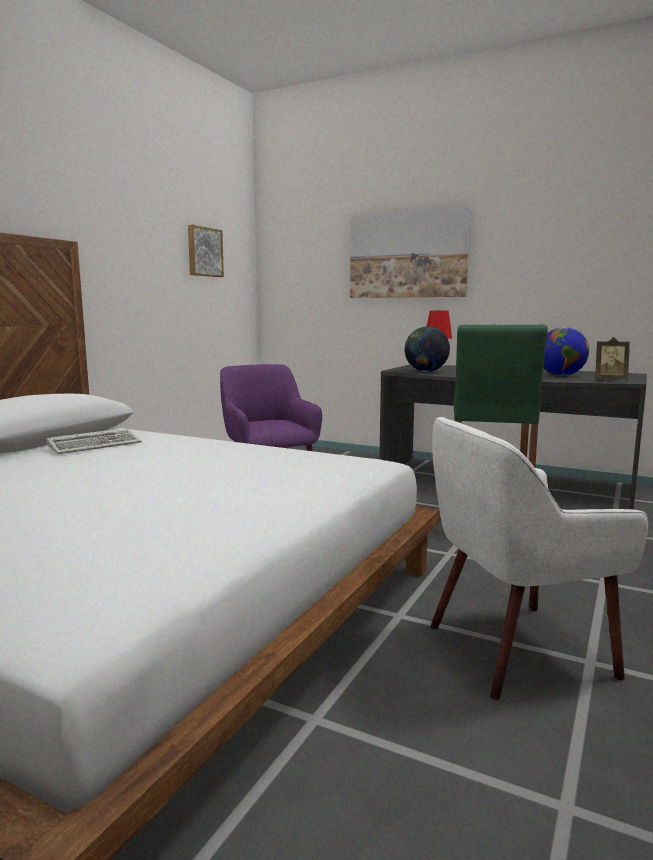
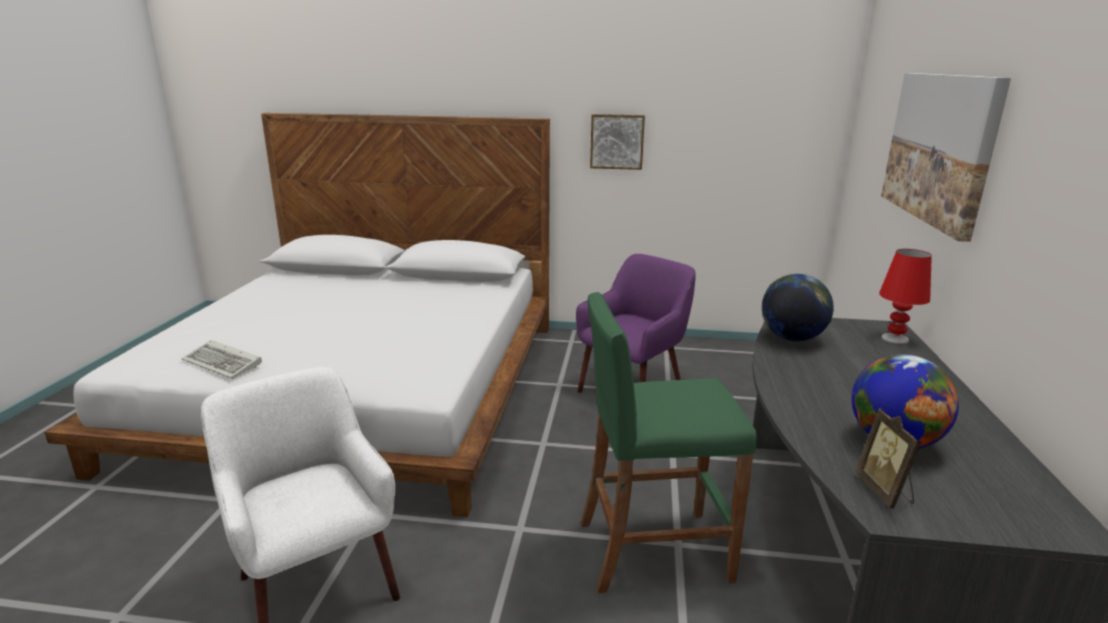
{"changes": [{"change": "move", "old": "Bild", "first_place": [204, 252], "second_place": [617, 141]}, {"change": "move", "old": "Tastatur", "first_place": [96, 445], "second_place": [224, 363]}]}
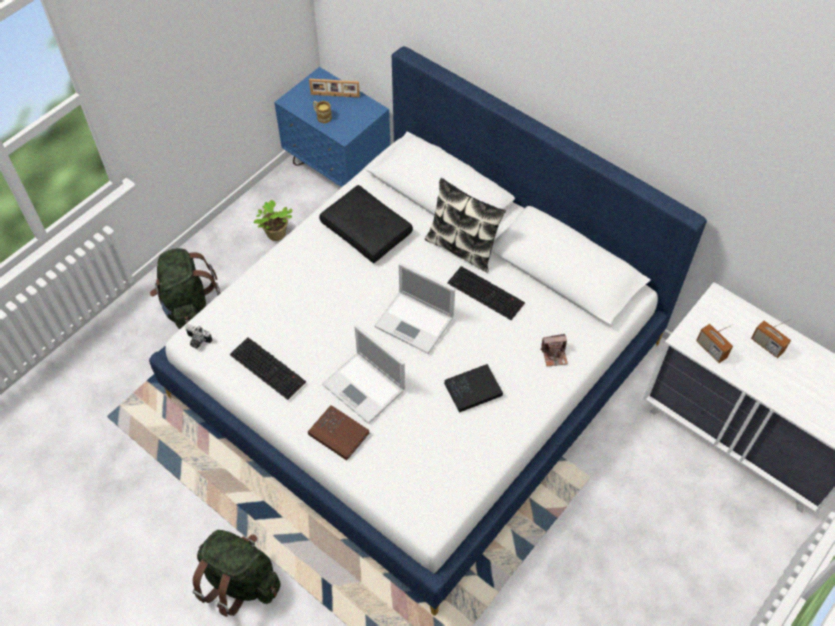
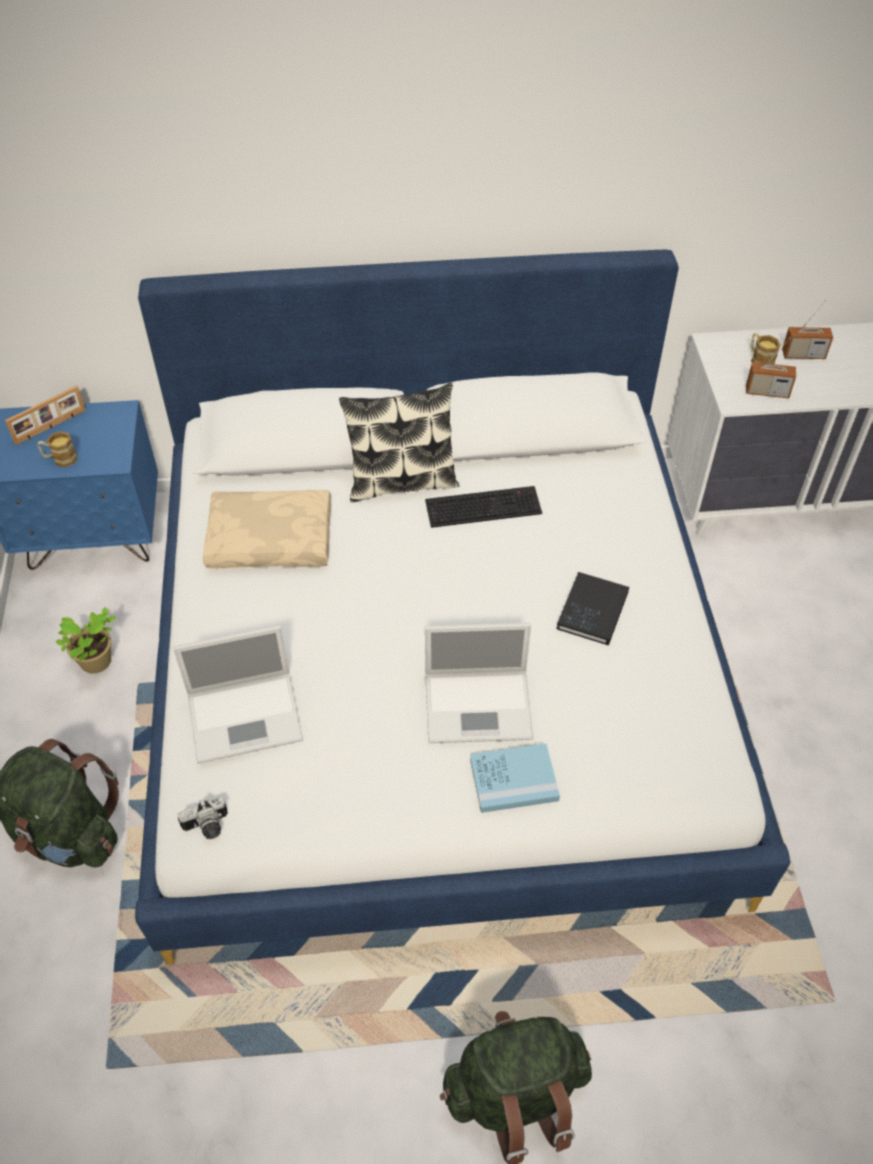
{"changes": [{"change": "recolor", "old": "Kissen (schwarz)", "new": "Kissen (beige)", "first_place": [367, 230], "second_place": [271, 538]}, {"change": "move", "old": "Laptop", "first_place": [415, 322], "second_place": [247, 716]}, {"change": "delete", "old": "Kamera", "first_place": [554, 355]}, {"change": "delete", "old": "Tastatur", "first_place": [269, 368]}, {"change": "recolor", "old": "Buch (braun)", "new": "Buch (blau)", "first_place": [338, 433], "second_place": [513, 780]}, {"change": "insert", "new": "Henkelbecher", "second_place": [759, 360]}]}
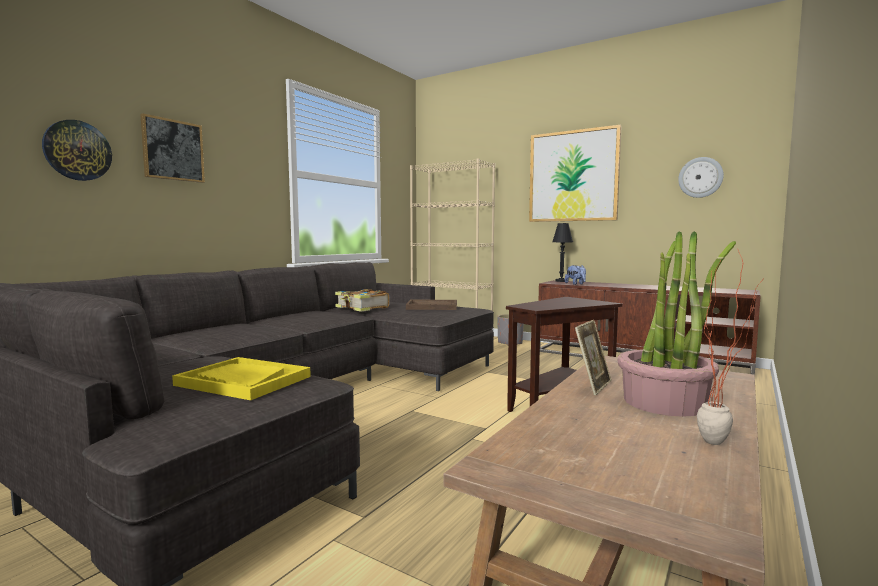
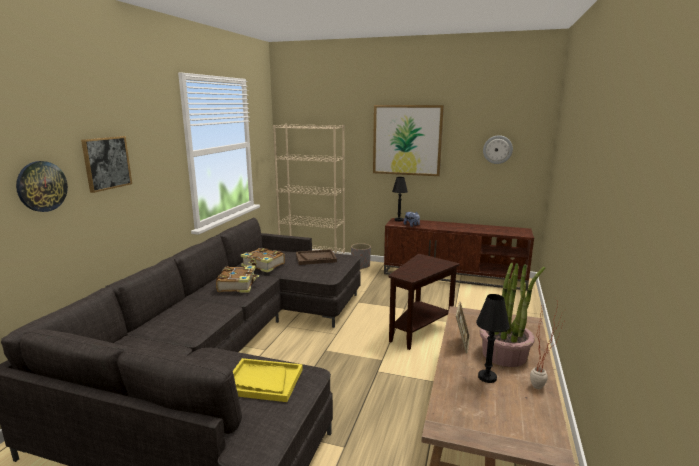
{"changes": [{"change": "insert", "new": "Buch", "second_place": [238, 285]}, {"change": "insert", "new": "Tischlampe (schwarz)", "second_place": [487, 377]}]}
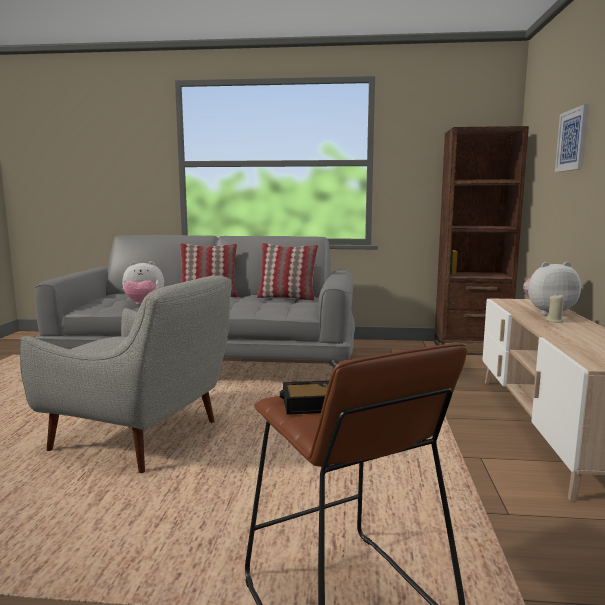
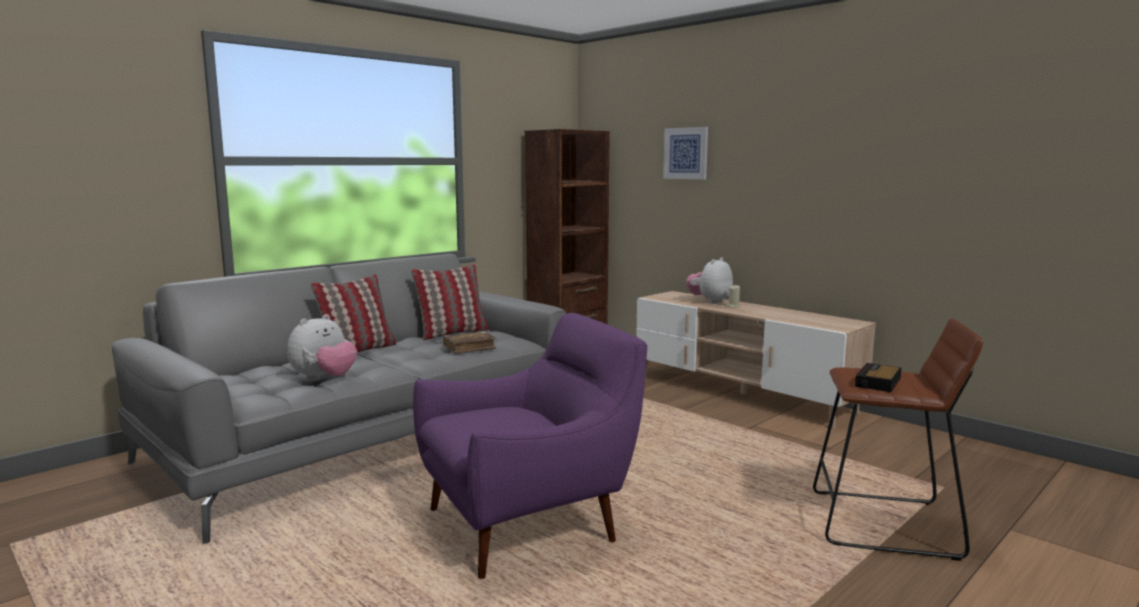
{"changes": [{"change": "recolor", "old": "Sessel (grau)", "new": "Sessel (lila)", "first_place": [142, 437], "second_place": [529, 523]}, {"change": "insert", "new": "Buch (braun)", "second_place": [469, 348]}]}
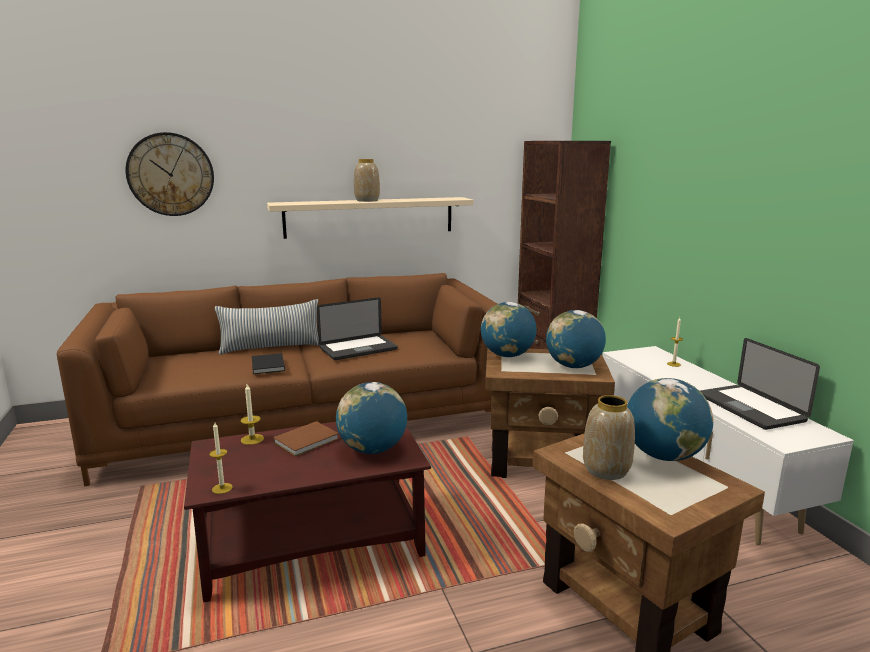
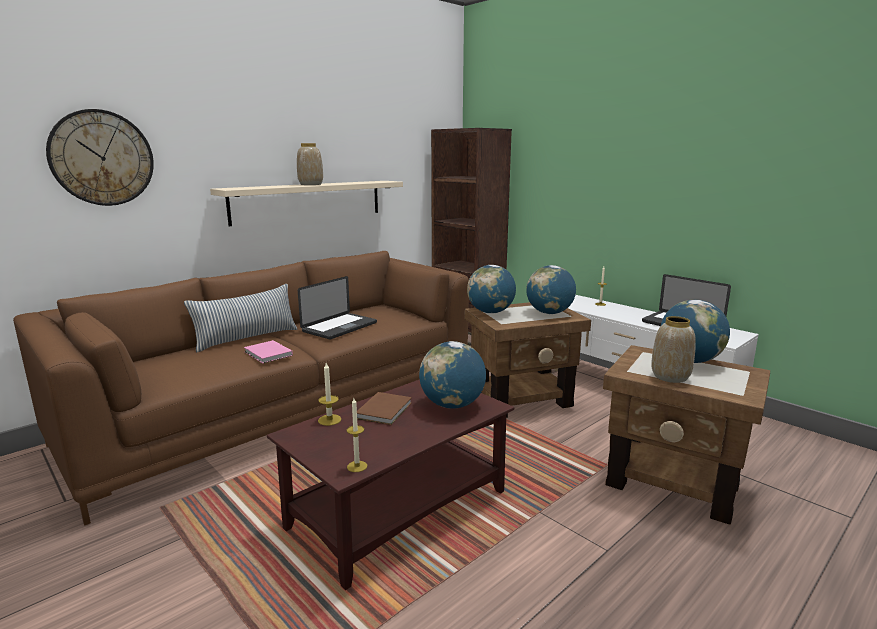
{"changes": [{"change": "recolor", "old": "Buch (schwarz)", "new": "Buch (rosa)", "first_place": [267, 366], "second_place": [268, 354]}]}
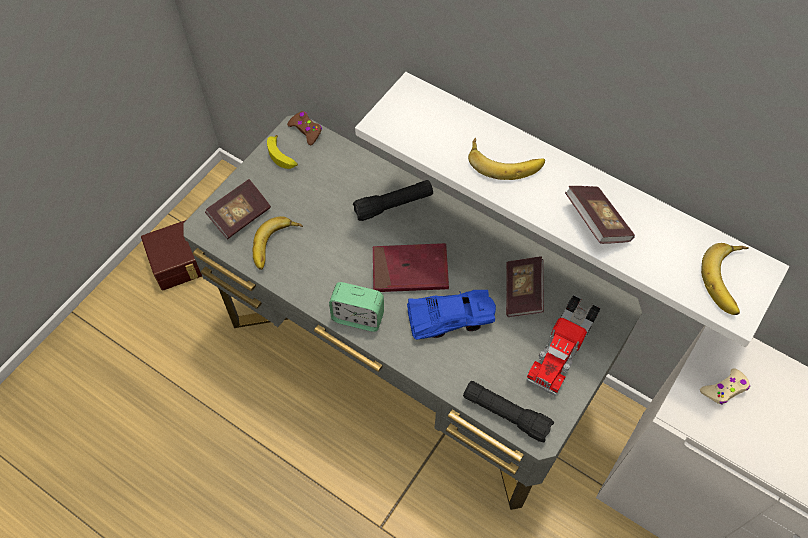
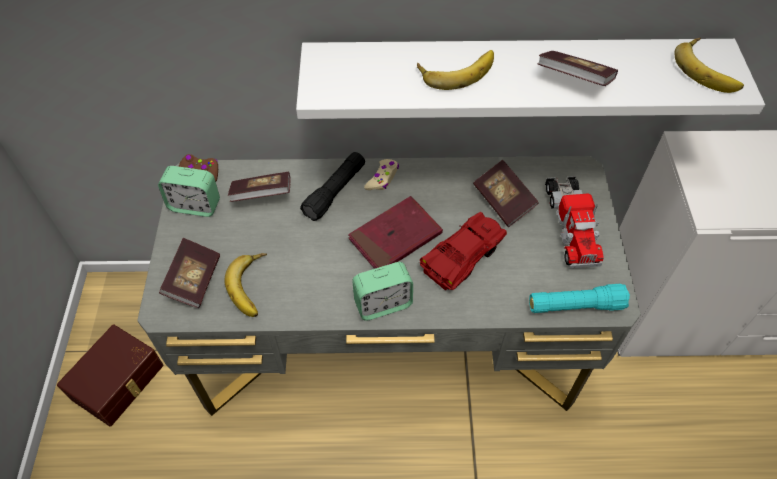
{"changes": [{"change": "replace", "old": "Banane", "new": "Wecker", "first_place": [282, 156], "second_place": [195, 205]}, {"change": "recolor", "old": "Spielzeugauto (blau)", "new": "Spielzeugauto (rot)", "first_place": [451, 319], "second_place": [464, 256]}, {"change": "move", "old": "Gamepad (beige)", "first_place": [724, 389], "second_place": [382, 178]}, {"change": "recolor", "old": "Taschenlampe (schwarz)", "new": "Taschenlampe (türkis)", "first_place": [506, 414], "second_place": [575, 306]}, {"change": "insert", "new": "Buch", "second_place": [262, 195]}]}
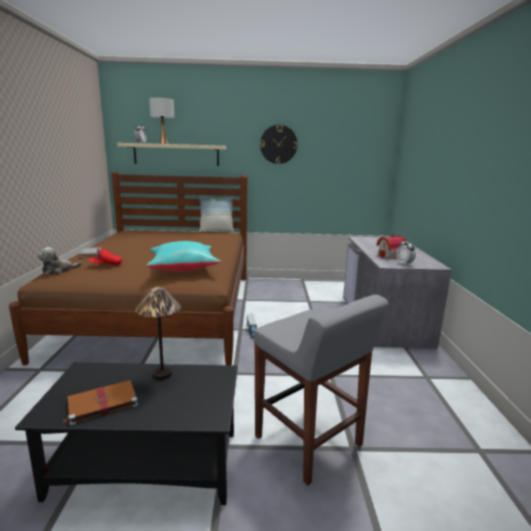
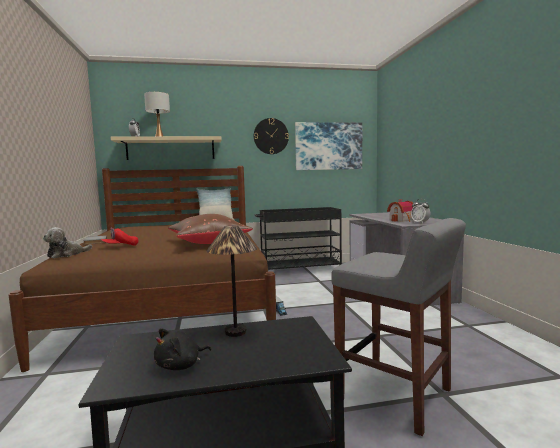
{"changes": [{"change": "recolor", "old": "Kissen (türkis)", "new": "Kissen (braun)", "first_place": [183, 268], "second_place": [208, 243]}, {"change": "replace", "old": "Buch (braun)", "new": "Plüschtier (schwarz)", "first_place": [101, 403], "second_place": [181, 365]}, {"change": "insert", "new": "Bild", "second_place": [328, 146]}, {"change": "insert", "new": "Rollwagen (schwarz)", "second_place": [299, 270]}]}
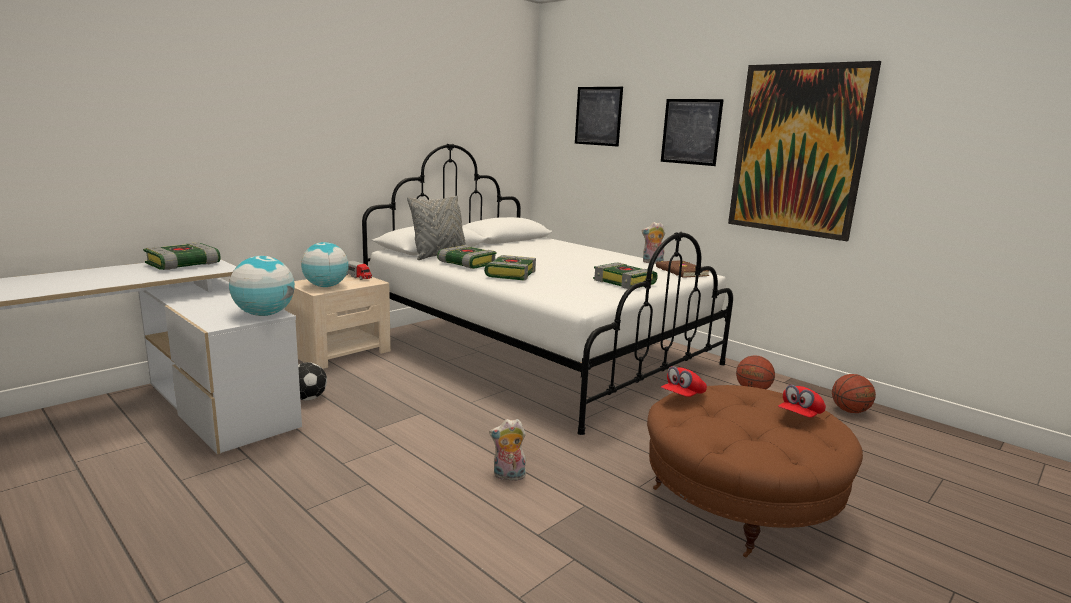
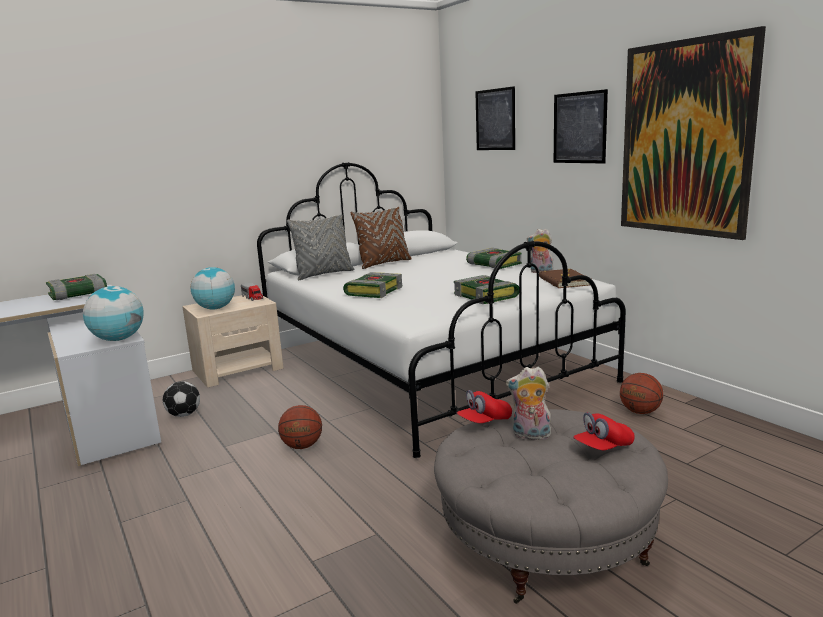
{"changes": [{"change": "move", "old": "Buch", "first_place": [466, 264], "second_place": [493, 265]}, {"change": "move", "old": "Basketball", "first_place": [849, 411], "second_place": [302, 446]}, {"change": "recolor", "old": "Polsterhocker (braun)", "new": "Polsterhocker (grau)", "first_place": [739, 503], "second_place": [546, 541]}, {"change": "move", "old": "Plüschtier", "first_place": [508, 476], "second_place": [530, 436]}, {"change": "insert", "new": "Kissen (braun)", "second_place": [383, 263]}]}
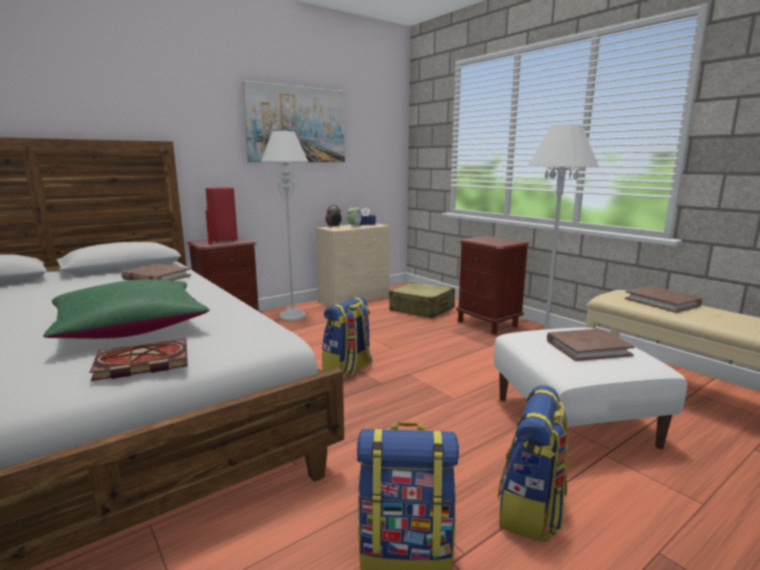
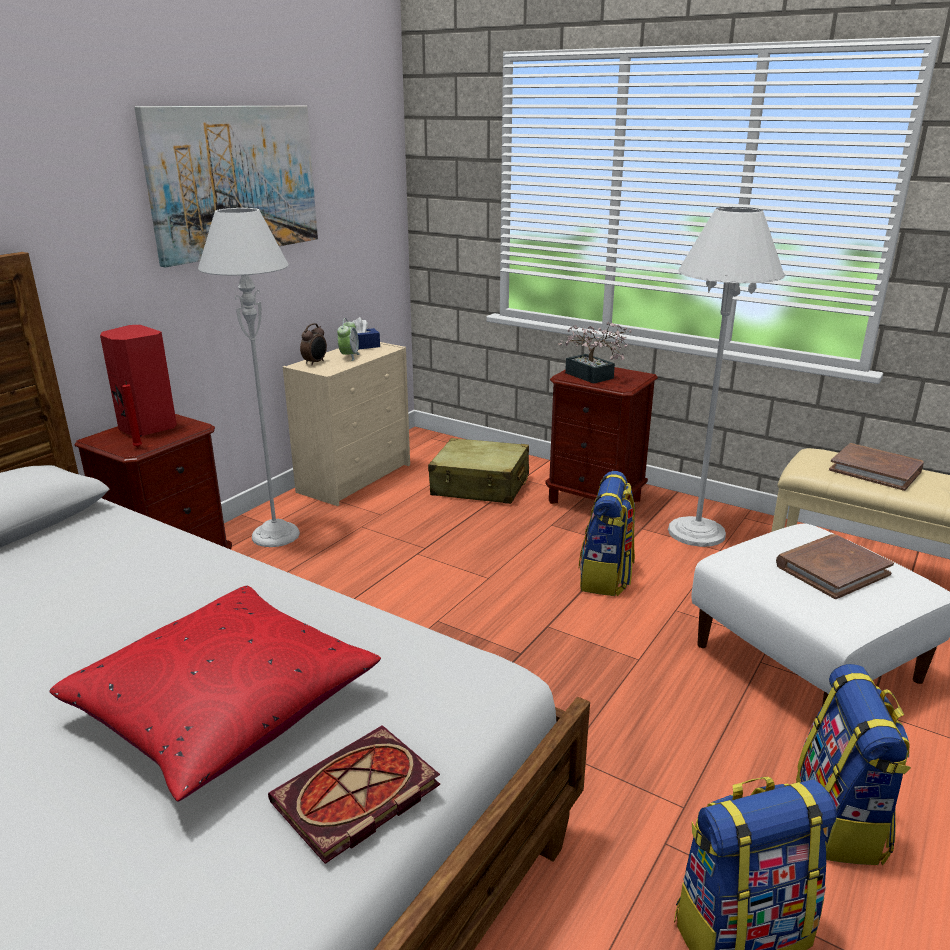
{"changes": [{"change": "delete", "old": "Buch (braun)", "first_place": [156, 277]}, {"change": "recolor", "old": "Kissen (grün)", "new": "Kissen (rot)", "first_place": [130, 327], "second_place": [224, 708]}, {"change": "move", "old": "Rucksack", "first_place": [348, 369], "second_place": [606, 577]}, {"change": "insert", "new": "Topfpflanze", "second_place": [592, 377]}]}
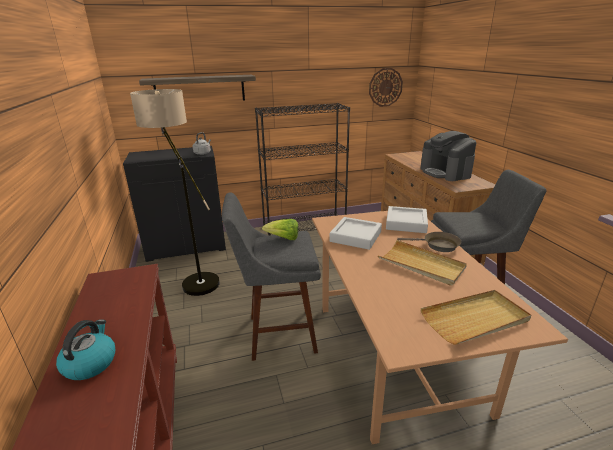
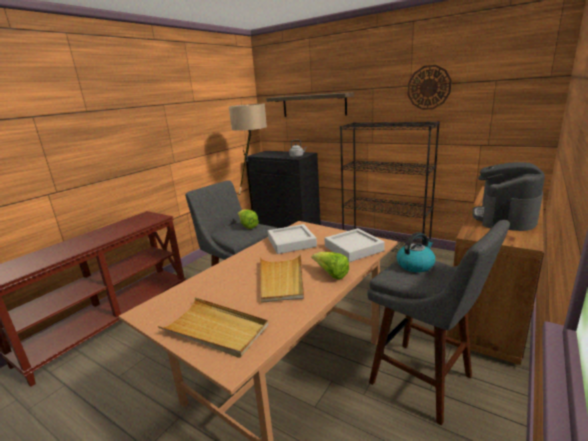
{"changes": [{"change": "move", "old": "Wanduhr", "first_place": [385, 87], "second_place": [429, 87]}, {"change": "replace", "old": "Pfanne (braun)", "new": "Salatkopf", "first_place": [438, 245], "second_place": [331, 274]}, {"change": "move", "old": "Wasserkessel", "first_place": [90, 363], "second_place": [415, 265]}]}
